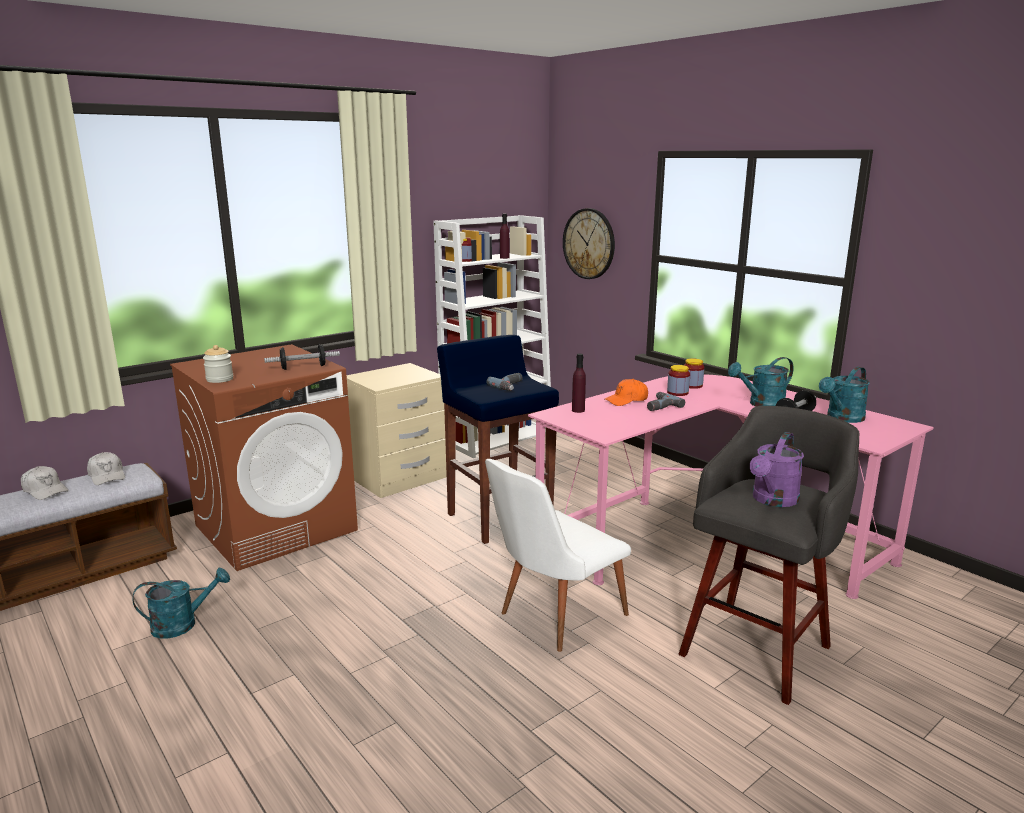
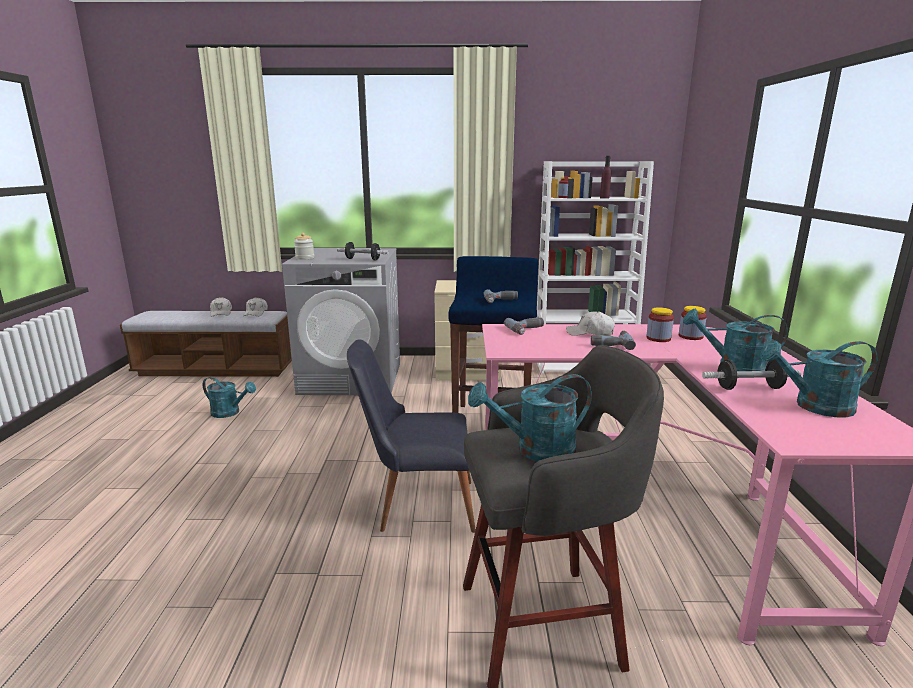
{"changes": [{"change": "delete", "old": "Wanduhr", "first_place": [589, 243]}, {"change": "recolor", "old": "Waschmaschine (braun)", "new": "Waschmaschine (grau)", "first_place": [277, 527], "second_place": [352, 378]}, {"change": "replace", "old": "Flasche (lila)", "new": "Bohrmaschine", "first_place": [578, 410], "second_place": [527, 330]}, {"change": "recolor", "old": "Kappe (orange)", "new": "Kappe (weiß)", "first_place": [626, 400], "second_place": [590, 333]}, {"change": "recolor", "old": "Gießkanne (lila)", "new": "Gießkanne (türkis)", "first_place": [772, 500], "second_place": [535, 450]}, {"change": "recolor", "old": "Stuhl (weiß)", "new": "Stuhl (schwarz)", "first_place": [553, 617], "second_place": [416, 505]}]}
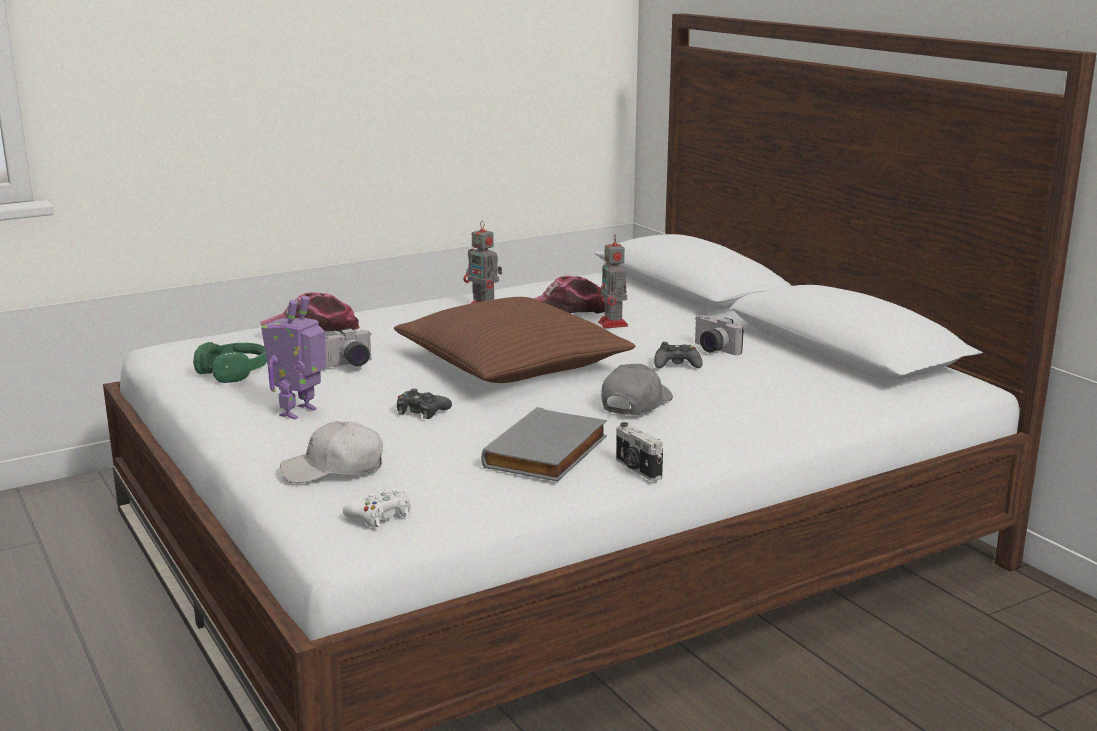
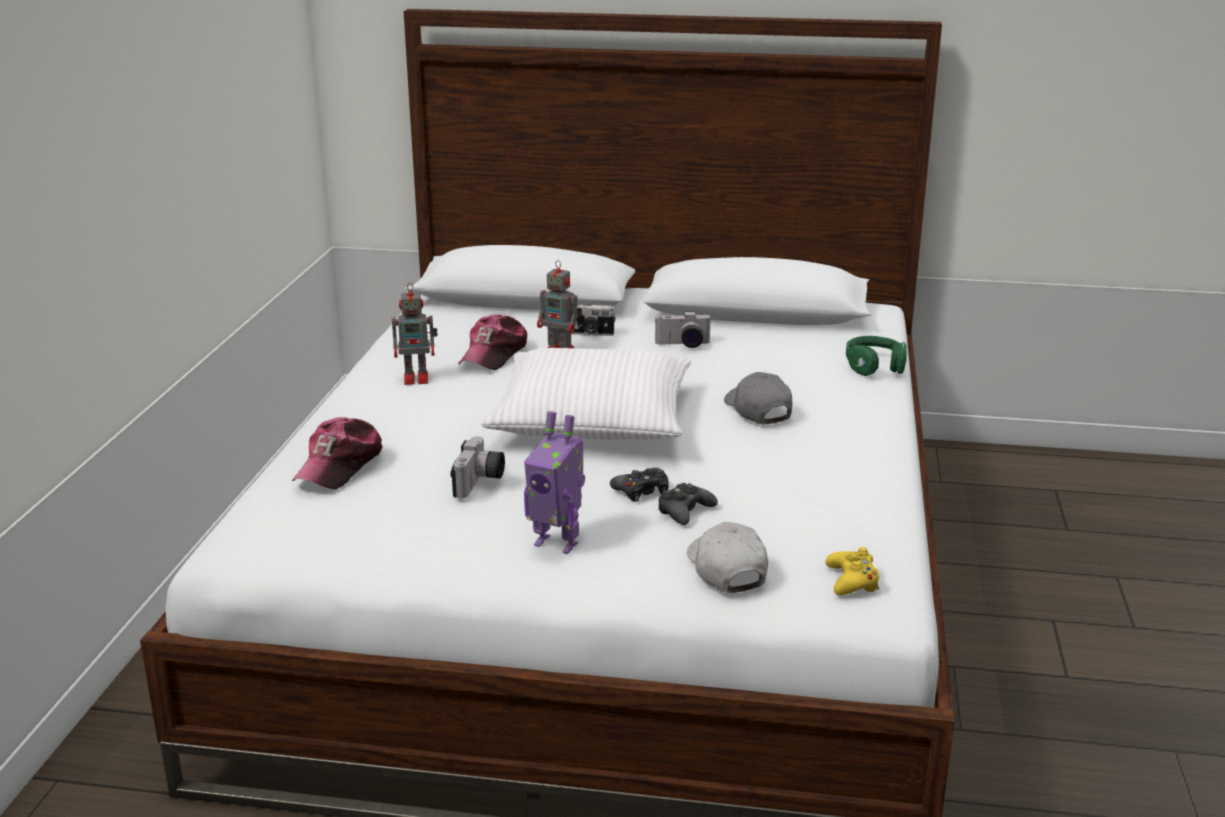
{"changes": [{"change": "rotate", "old": "Spielzeugroboter", "first_place": [300, 412], "second_place": [557, 543], "degrees": -45}, {"change": "recolor", "old": "Kissen (braun)", "new": "Kissen (weiß)", "first_place": [512, 364], "second_place": [591, 419]}, {"change": "move", "old": "Kopfhörer (grün)", "first_place": [234, 372], "second_place": [874, 365]}, {"change": "move", "old": "Gamepad (schwarz)", "first_place": [677, 364], "second_place": [685, 511]}, {"change": "delete", "old": "Buch (grau)", "first_place": [548, 453]}, {"change": "rotate", "old": "Kappe (weiß)", "first_place": [334, 469], "second_place": [726, 569], "degrees": 135}, {"change": "move", "old": "Kamera", "first_place": [636, 469], "second_place": [590, 333]}, {"change": "recolor", "old": "Gamepad (weiß)", "new": "Gamepad (gelb)", "first_place": [380, 515], "second_place": [852, 581]}]}
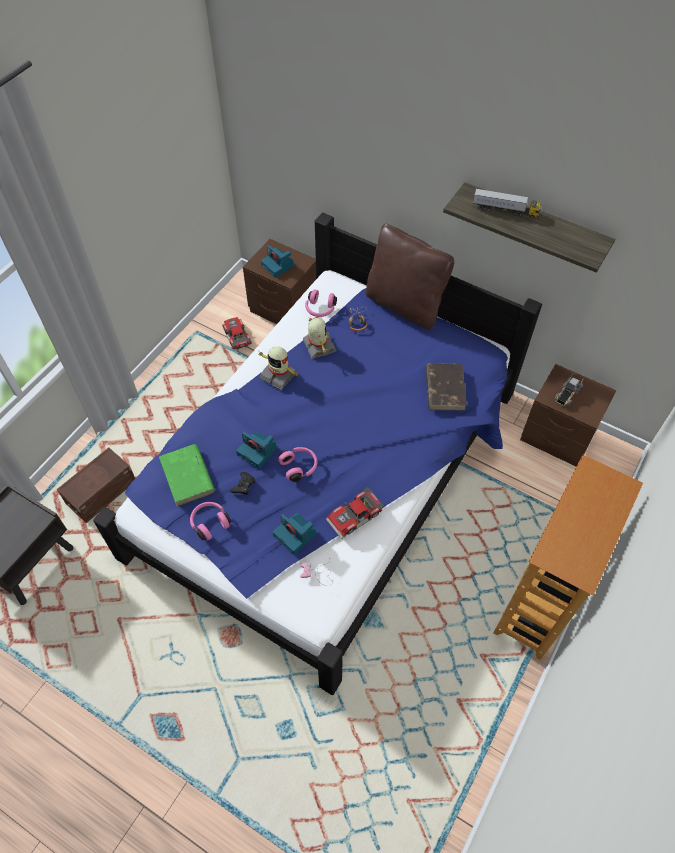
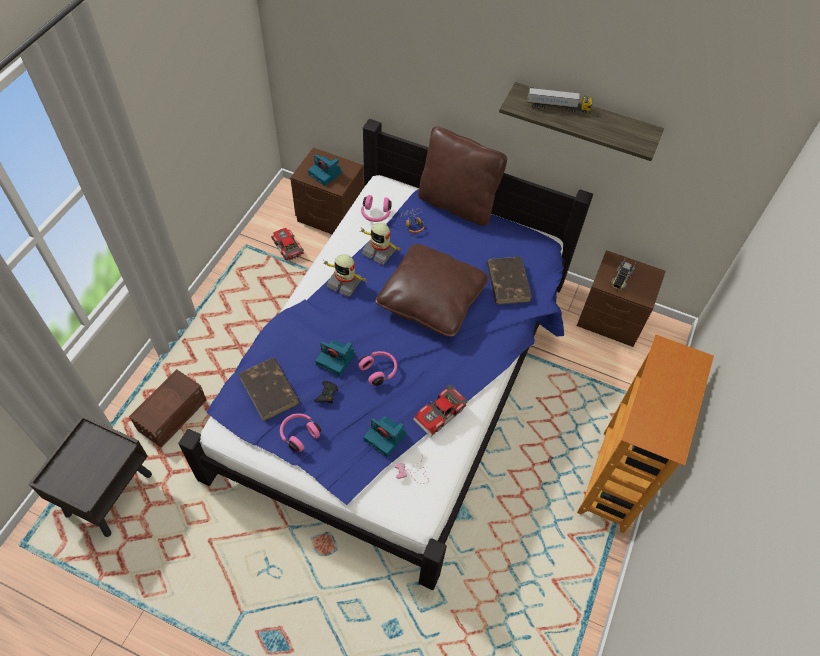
{"changes": [{"change": "rotate", "old": "Spielzeugroboter", "first_place": [318, 346], "second_place": [379, 251], "degrees": 150}, {"change": "recolor", "old": "Buch (grün)", "new": "Buch (braun)", "first_place": [187, 477], "second_place": [270, 391]}, {"change": "insert", "new": "Kissen (braun)", "second_place": [431, 300]}]}
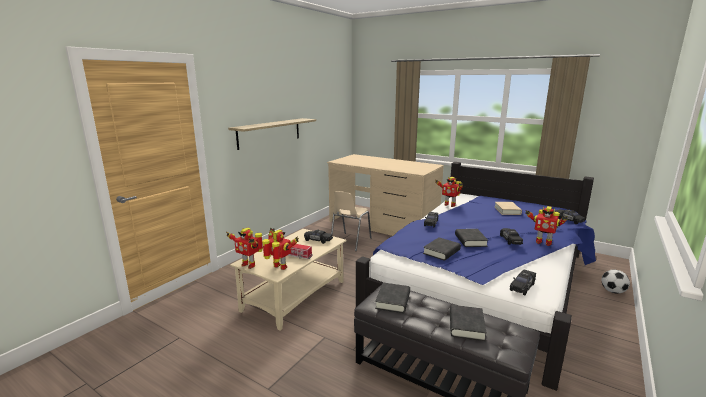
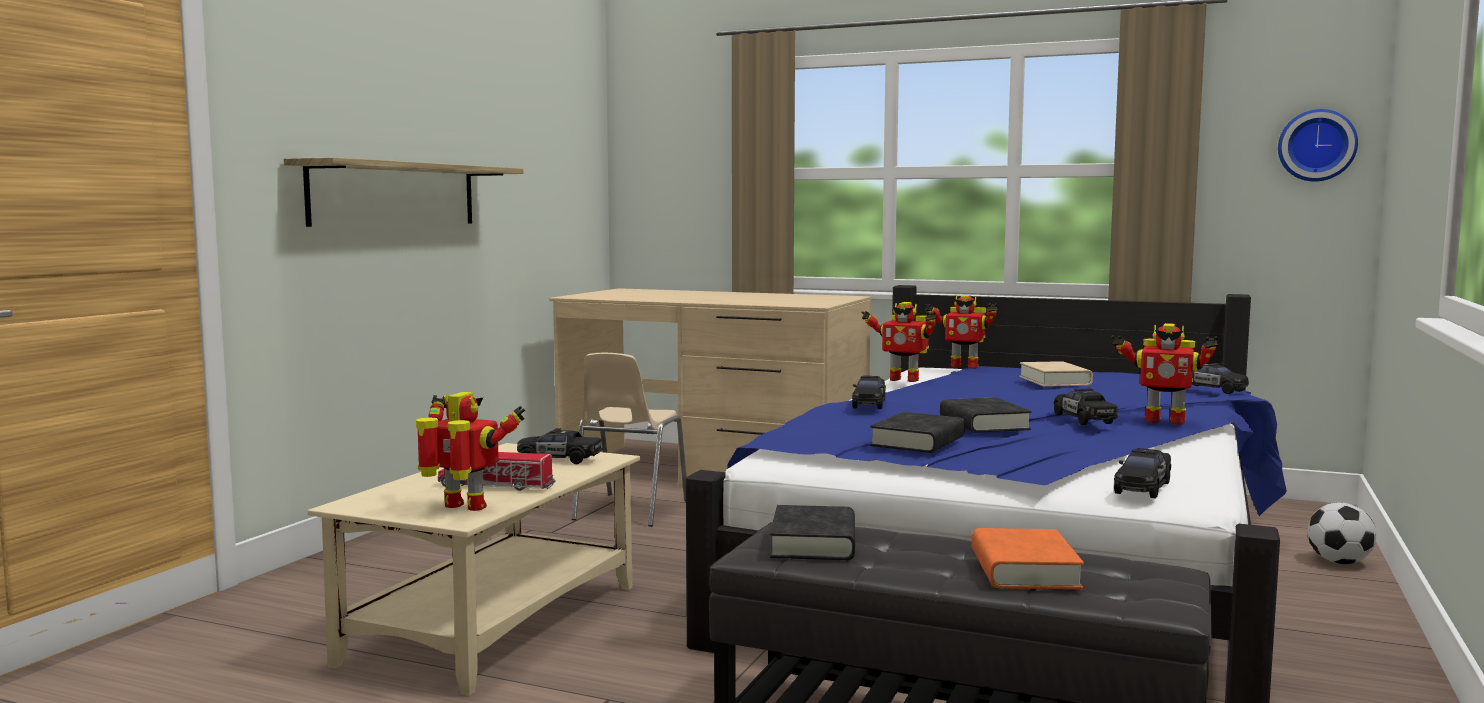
{"changes": [{"change": "move", "old": "Spielzeugroboter", "first_place": [249, 265], "second_place": [963, 366]}, {"change": "recolor", "old": "Buch (schwarz)", "new": "Buch (orange)", "first_place": [466, 326], "second_place": [1024, 570]}, {"change": "insert", "new": "Wanduhr", "second_place": [1316, 145]}]}
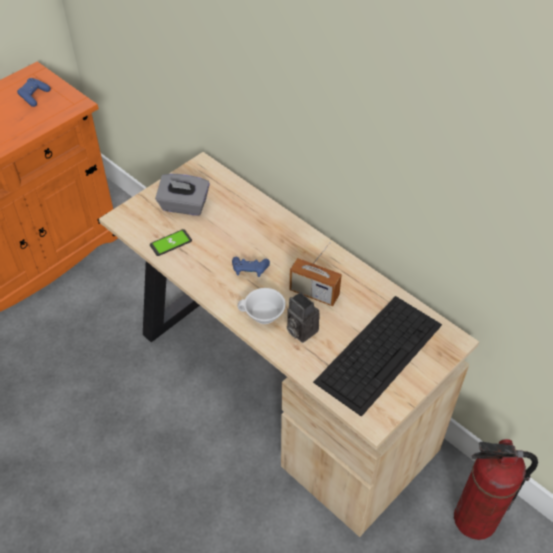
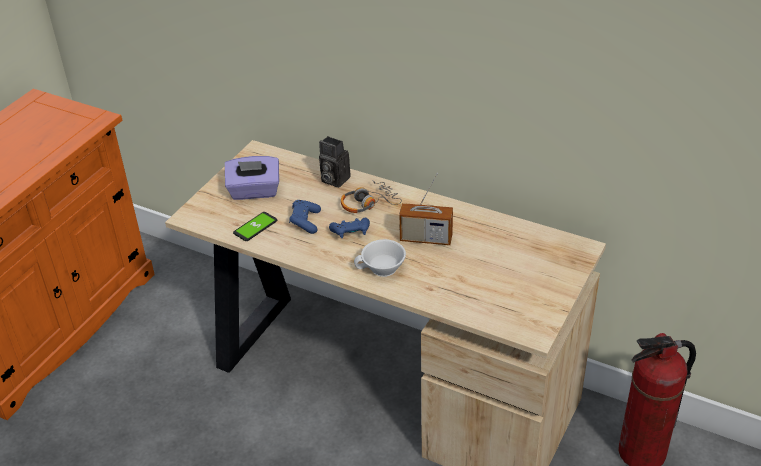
{"changes": [{"change": "move", "old": "Gamepad (blau)", "first_place": [34, 97], "second_place": [305, 222]}, {"change": "recolor", "old": "Taschentuchbox (grau)", "new": "Taschentuchbox (lila)", "first_place": [184, 206], "second_place": [254, 191]}, {"change": "move", "old": "Kamera", "first_place": [300, 330], "second_place": [333, 179]}, {"change": "delete", "old": "Tastatur", "first_place": [379, 351]}, {"change": "insert", "new": "Kopfhörer", "second_place": [369, 203]}]}
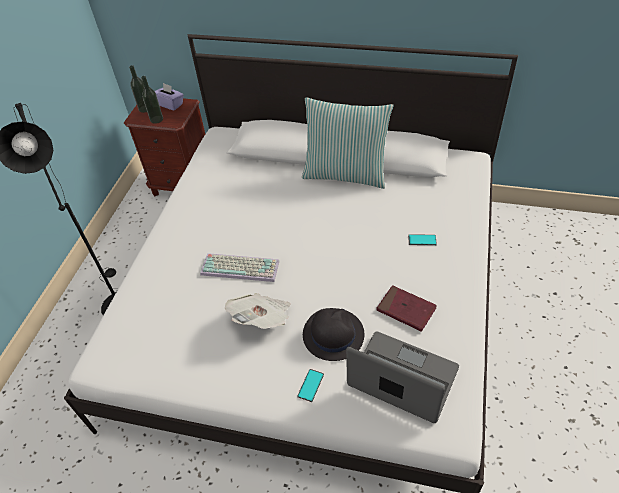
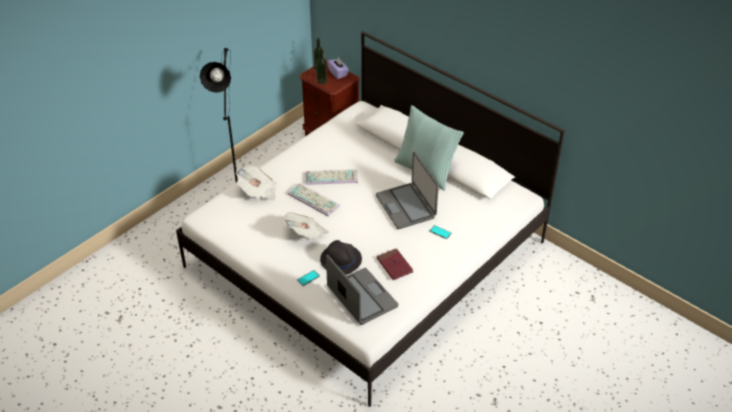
{"changes": [{"change": "insert", "new": "Laptop", "second_place": [406, 206]}, {"change": "insert", "new": "Zeitung", "second_place": [258, 191]}, {"change": "insert", "new": "Tastatur", "second_place": [332, 177]}]}
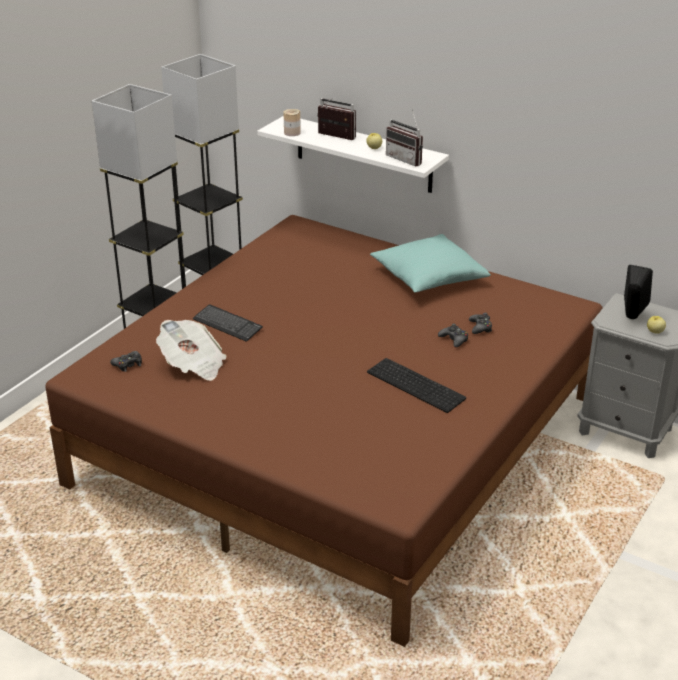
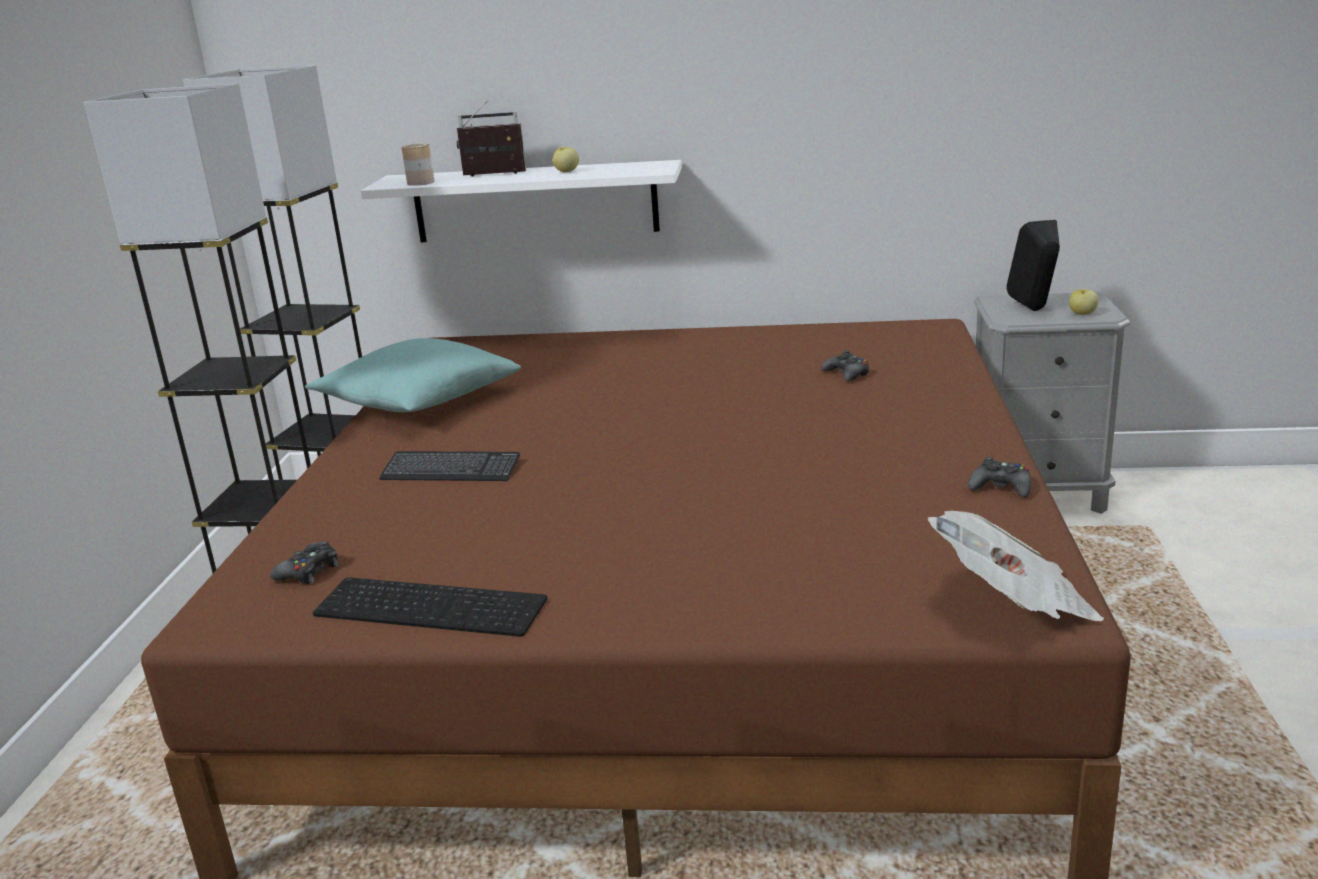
{"changes": [{"change": "delete", "old": "Radio", "first_place": [407, 159]}, {"change": "move", "old": "Kissen (türkis)", "first_place": [428, 277], "second_place": [417, 401]}, {"change": "move", "old": "Zeitung", "first_place": [193, 365], "second_place": [1013, 605]}, {"change": "move", "old": "Gamepad (schwarz)", "first_place": [454, 339], "second_place": [1001, 487]}, {"change": "move", "old": "Tastatur", "first_place": [417, 385], "second_place": [434, 605]}]}
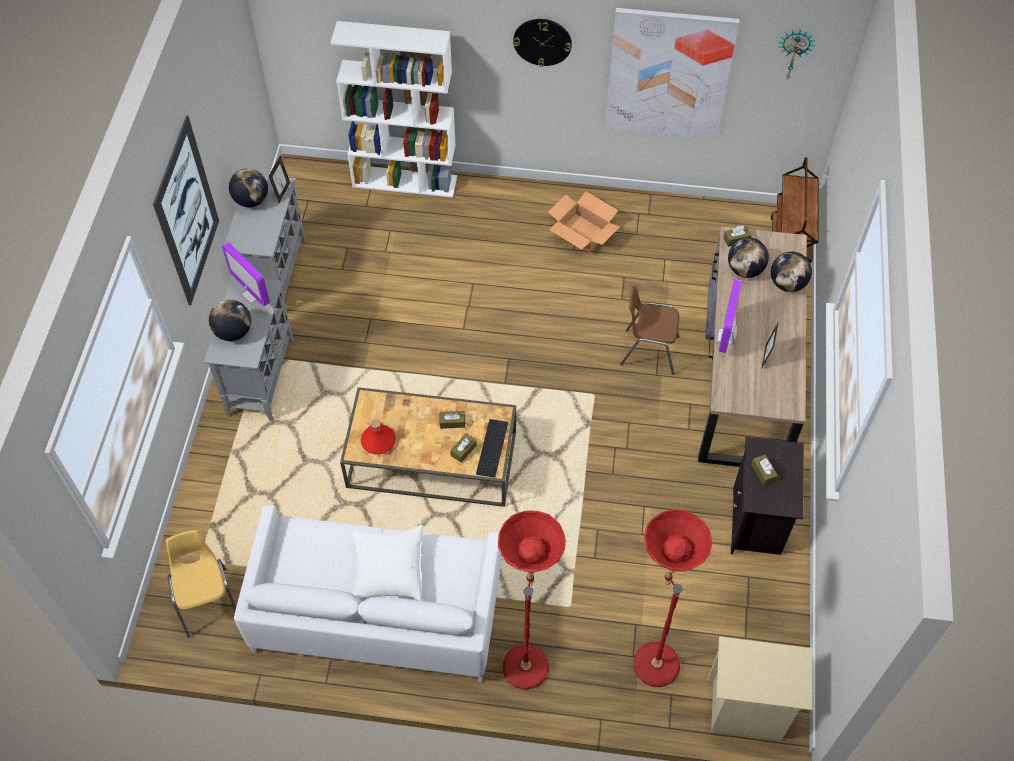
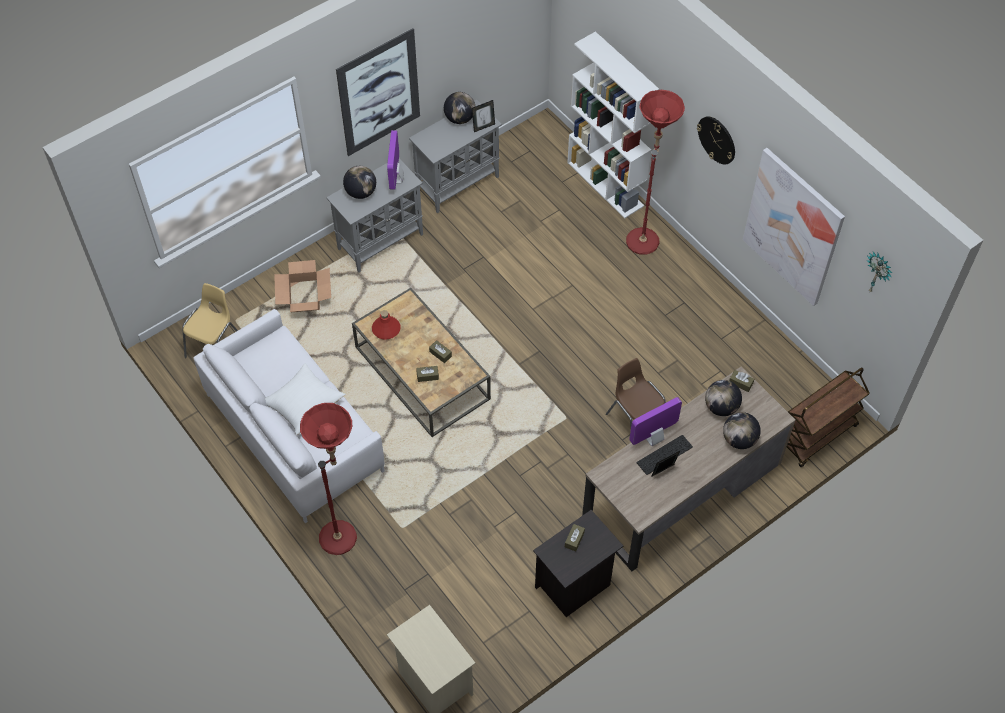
{"changes": [{"change": "move", "old": "Karton", "first_place": [582, 232], "second_place": [304, 296]}, {"change": "move", "old": "Tastatur", "first_place": [493, 449], "second_place": [664, 456]}, {"change": "move", "old": "Stehlampe (rot)", "first_place": [650, 656], "second_place": [644, 236]}]}
